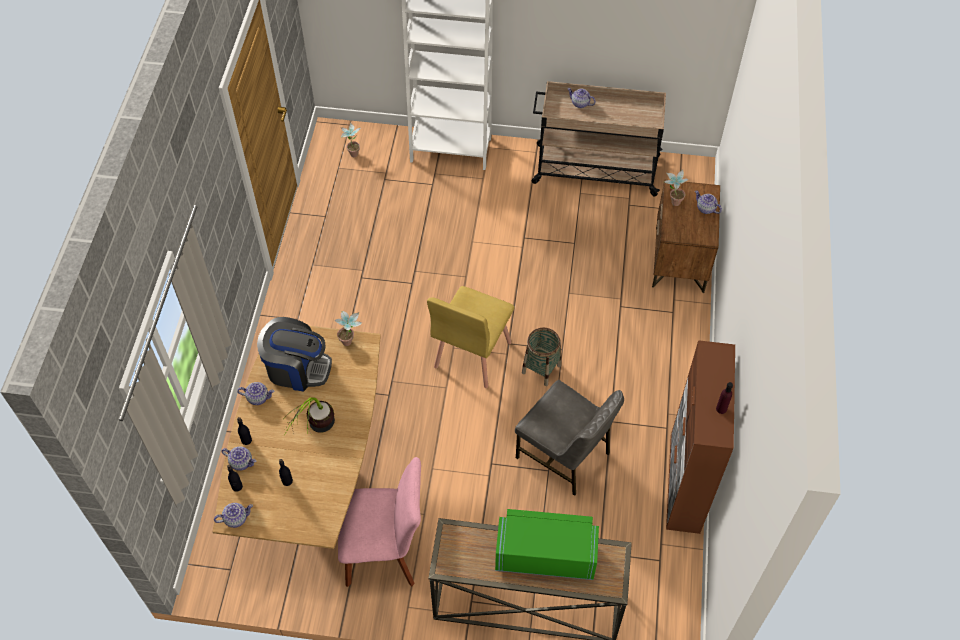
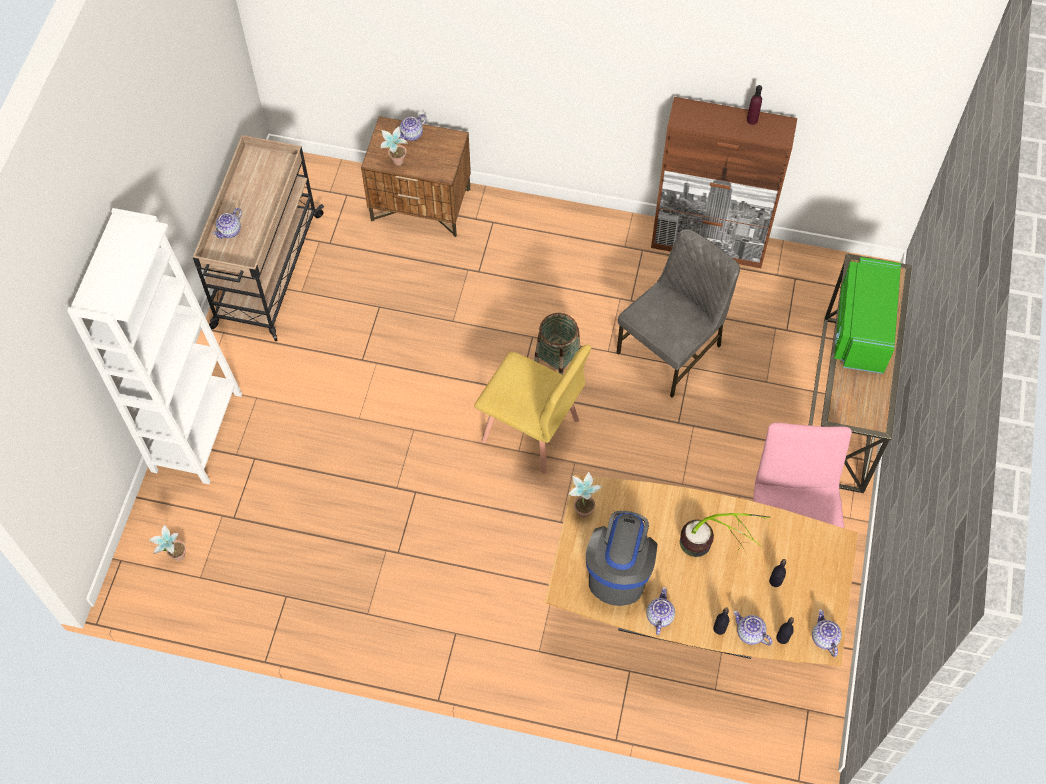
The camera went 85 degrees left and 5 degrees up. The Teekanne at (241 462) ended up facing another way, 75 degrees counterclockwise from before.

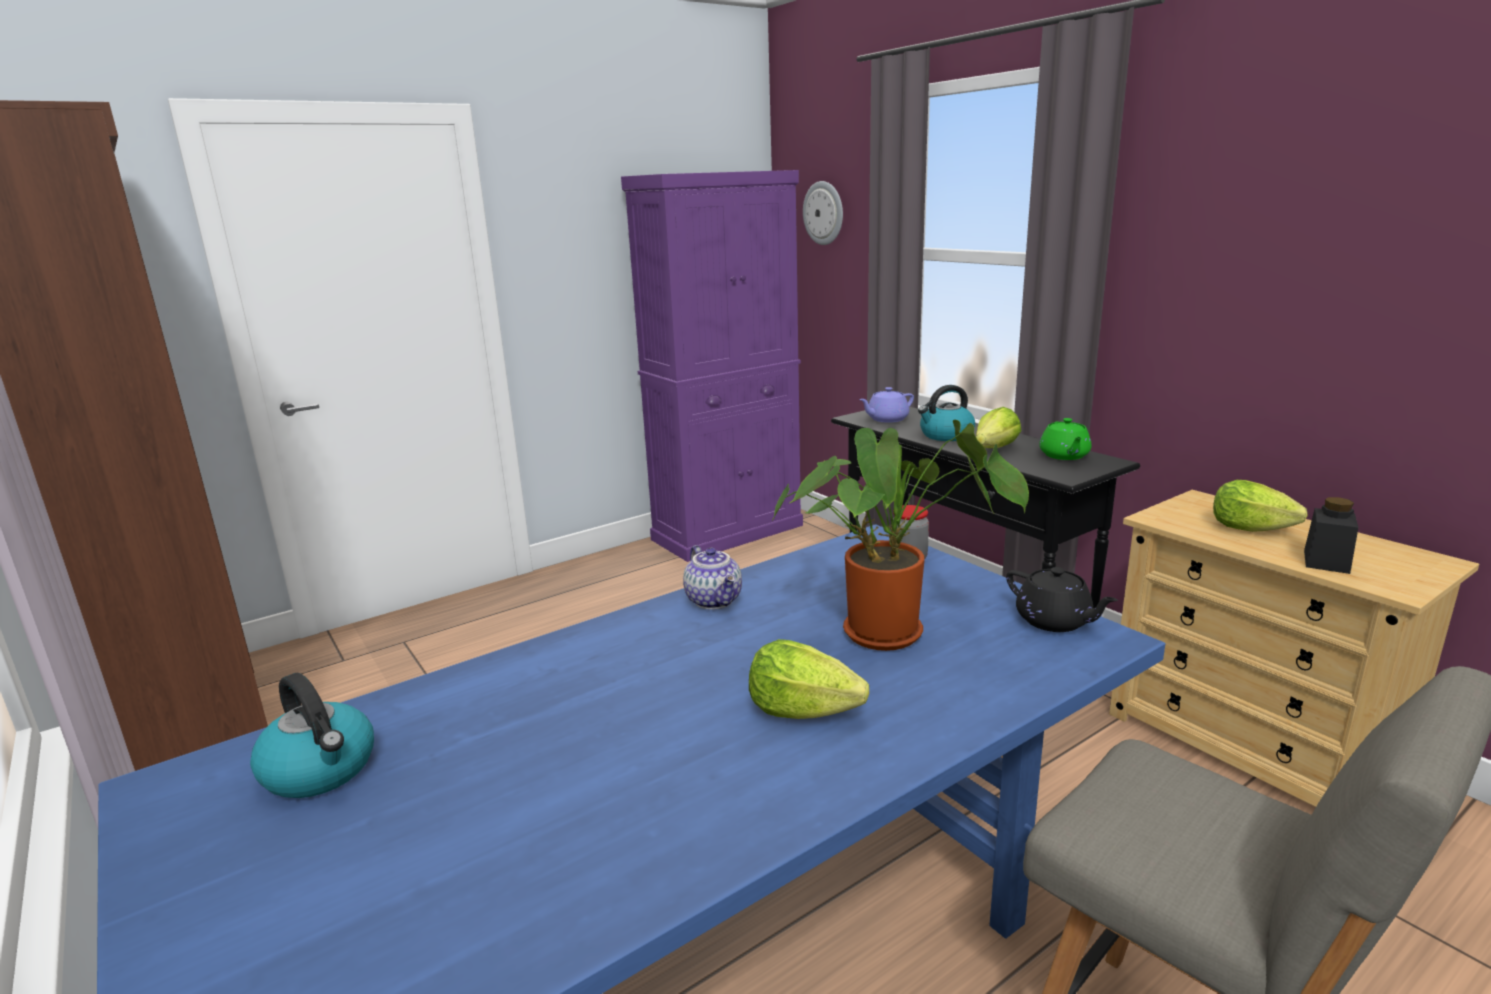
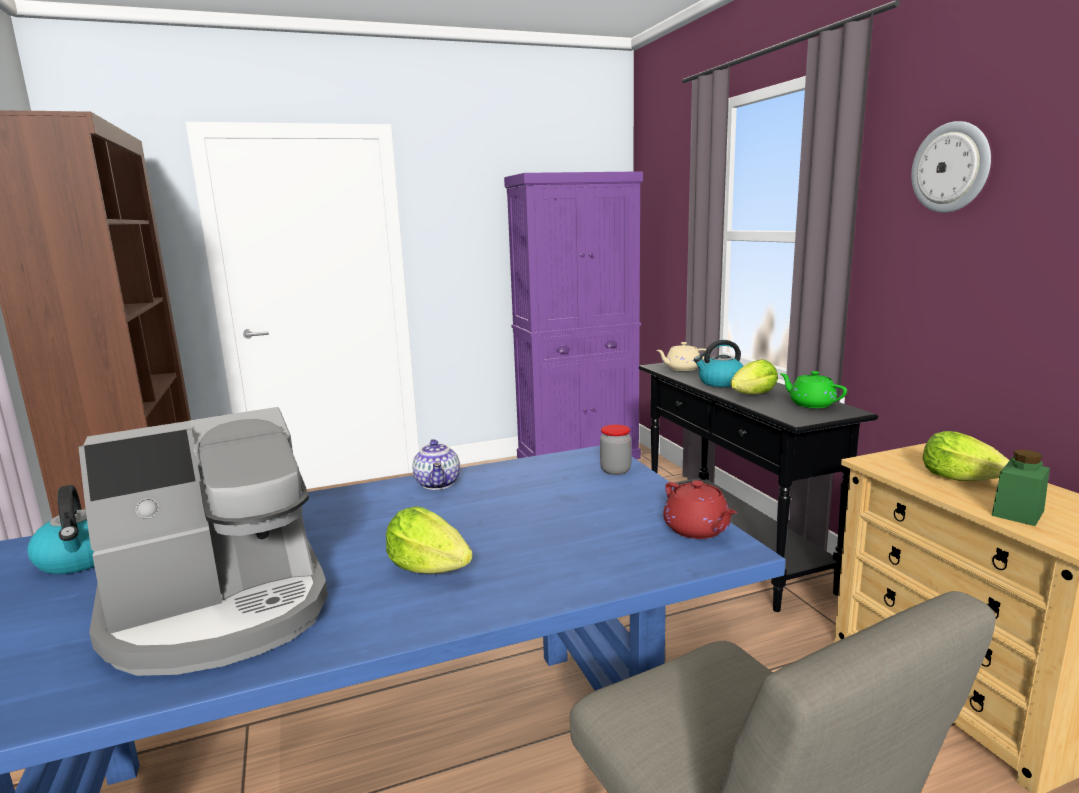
The camera went 15 degrees right and 5 degrees down. The Wanduhr ended up elsewhere, having gone from (824 213) to (951 167). What was the Teekanne/lila at (886 419) turned into the Teekanne/beige at (682 369). The Teekanne/grün at (1064 456) ended up facing another way, 120 degrees clockwise from before. The second view lost the Topfpflanze at (891 632). What was the Vorratsglas/schwarz at (1326 561) turned into the Vorratsglas/grün at (1017 513). What was the Teekanne/schwarz at (1055 621) turned into the Teekanne/rot at (697 530). The second view gained the Kaffeemaschine at (220 611).

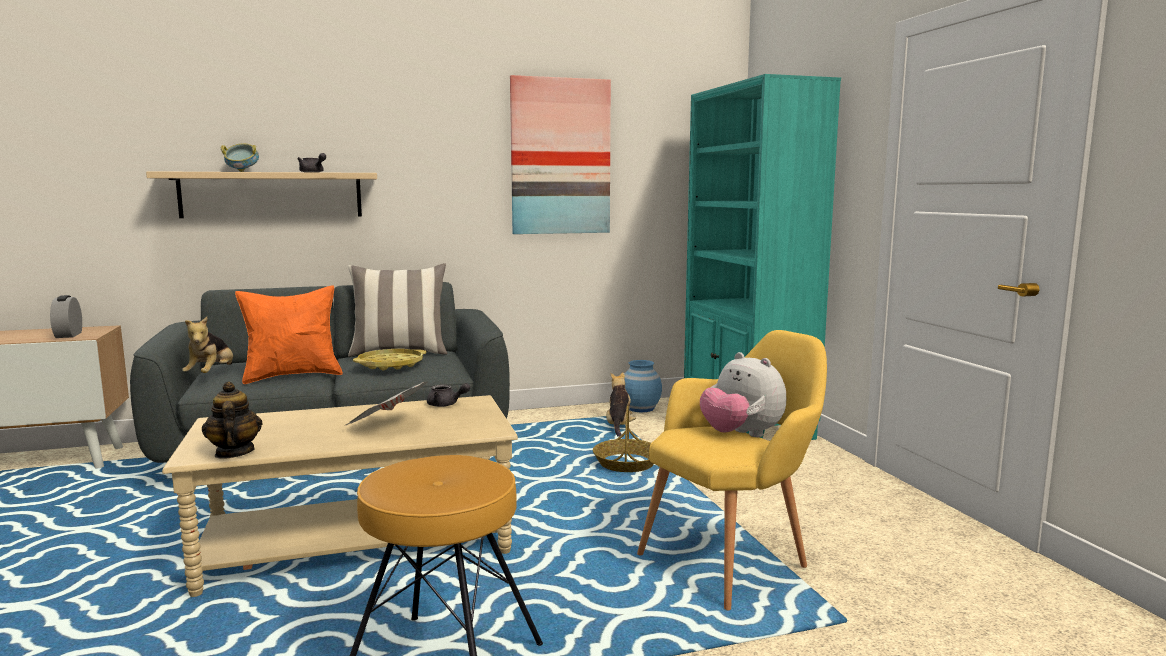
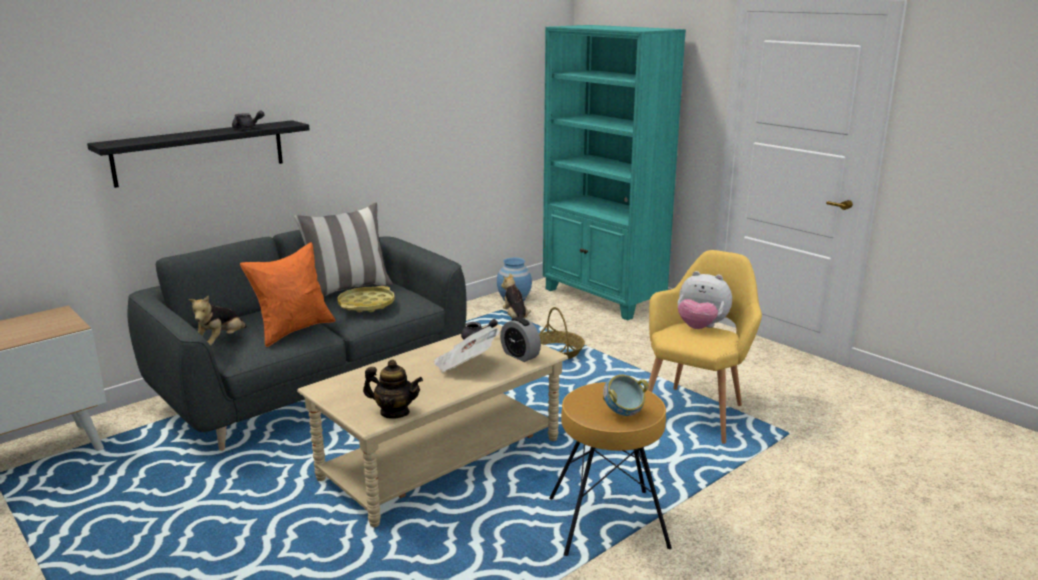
The camera went 25 degrees left and 10 degrees up. The second view lost the Bild at (560 157). The Schüssel ended up elsewhere, having gone from (242 172) to (623 413). What was the Wandregal/beige at (271 195) turned into the Wandregal/schwarz at (200 152). The Wecker ended up elsewhere, having gone from (68 335) to (520 355). The Plüschtier at (211 374) ended up facing another way, 45 degrees clockwise from before. The Teekanne at (234 453) ended up facing another way, 150 degrees clockwise from before.

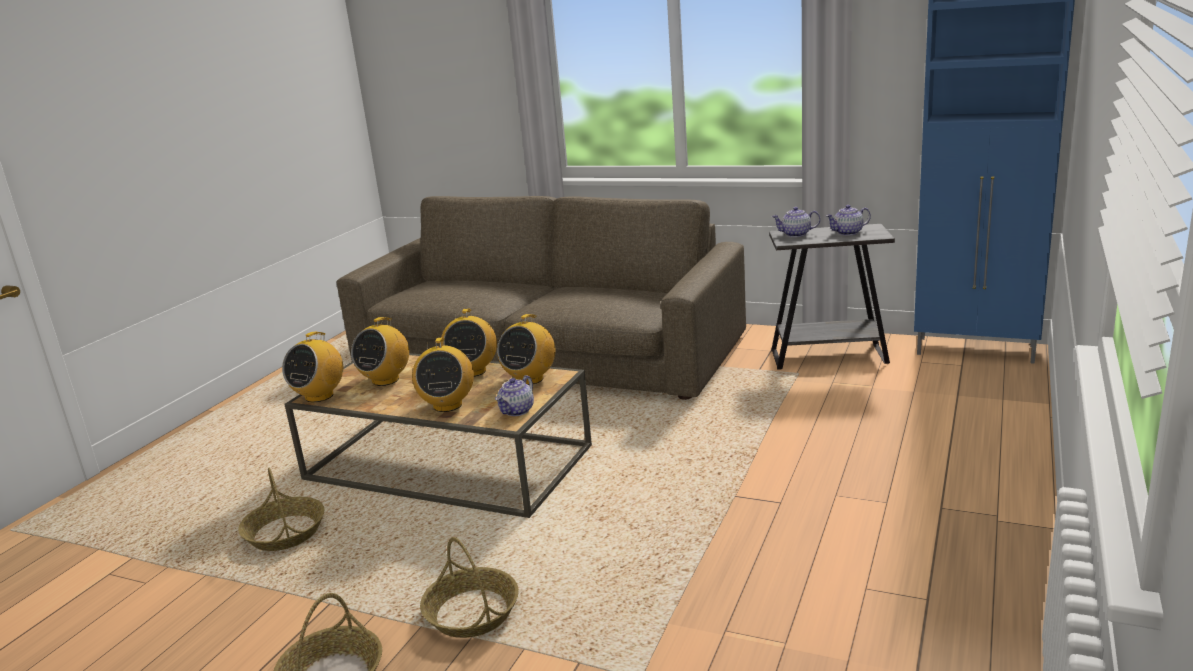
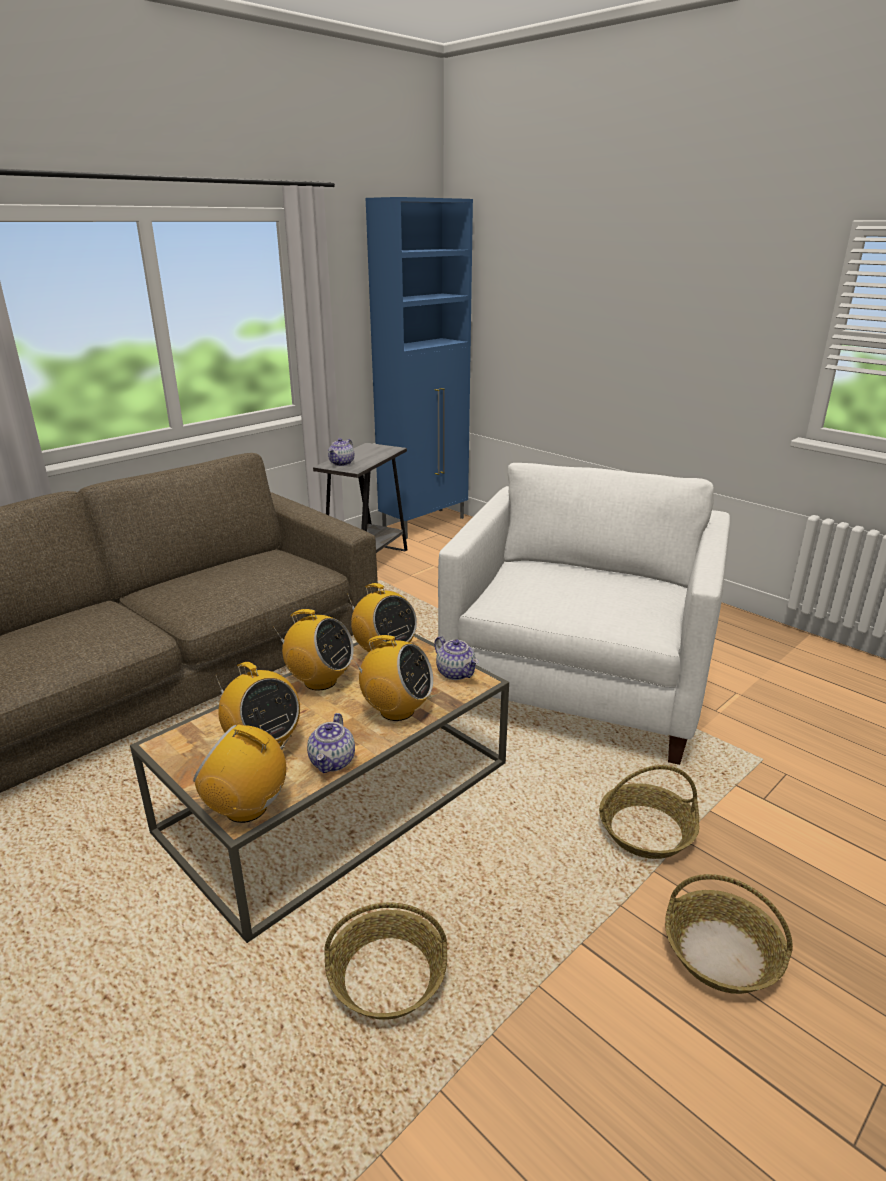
The camera went 70 degrees left and 5 degrees up. The Teekanne ended up elsewhere, having gone from (848 233) to (333 762). The Radio at (319 396) ended up facing another way, 150 degrees clockwise from before. The second view gained the Sessel/weiß at (579 687).

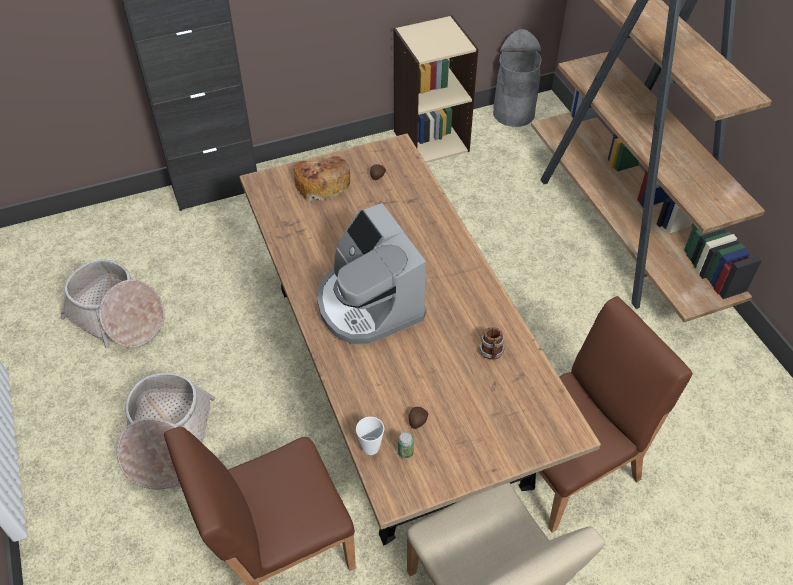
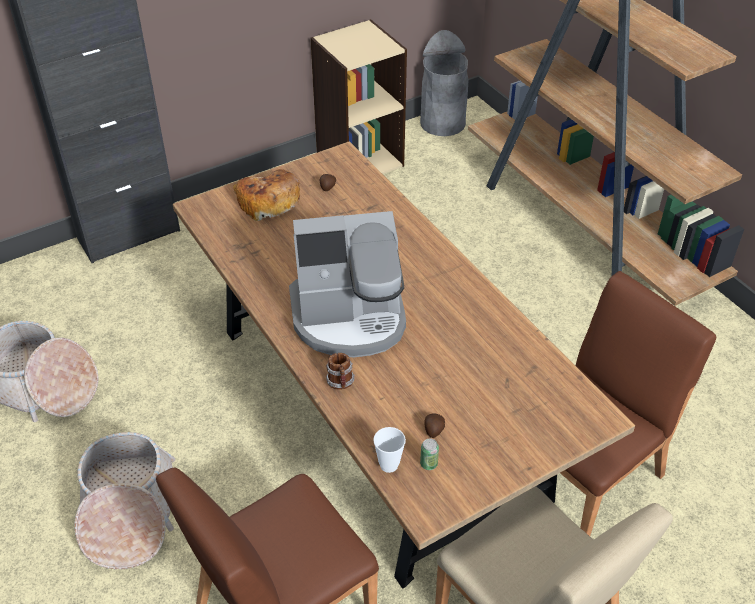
The camera went 10 degrees left and 5 degrees down. The Kaffeemaschine at (368 304) ended up facing another way, 60 degrees counterclockwise from before. The Henkelbecher ended up elsewhere, having gone from (491 353) to (341 383).

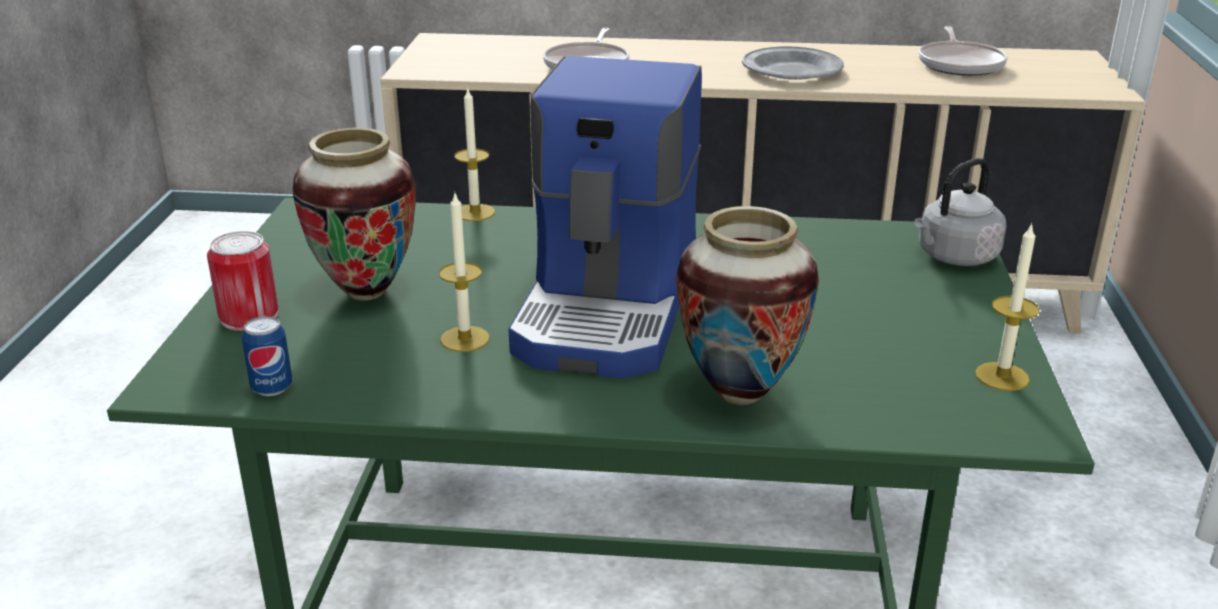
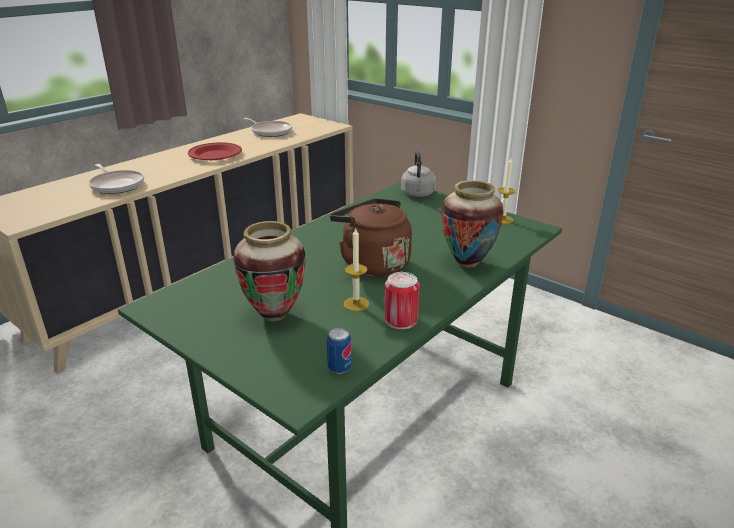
The camera went 55 degrees left and 0 degrees up. What was the Teller/grau at (792 70) turned into the Teller/rot at (215 155). Where the Kaffeemaschine stood at (611 308), the Wasserkessel/braun came to stand at (372 264). The second view lost the Kerze at (475 212). The Dose ended up elsewhere, having gone from (249 316) to (401 320).

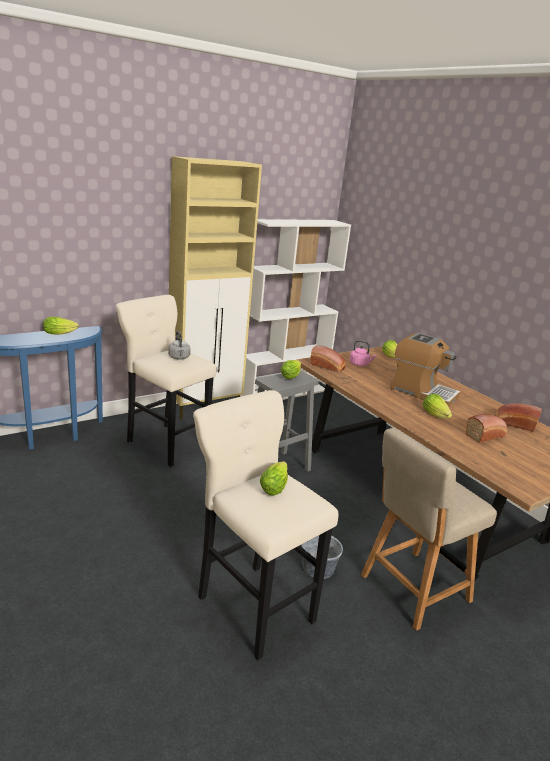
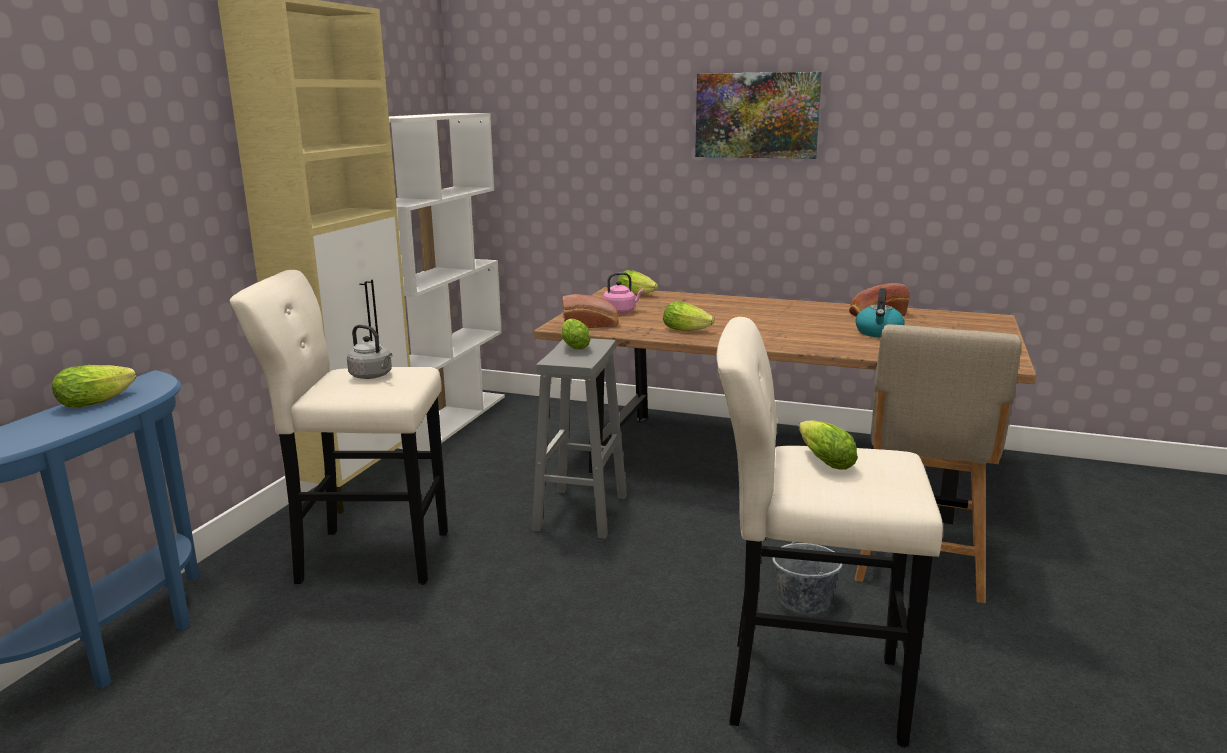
The camera went 35 degrees left and 5 degrees down. The second view lost the Kaffeemaschine at (422 392). The Salatkopf ended up elsewhere, having gone from (436 415) to (688 330). Where the Brot stood at (486 435), the Wasserkessel came to stand at (879 333). The second view gained the Bild at (757 115).

